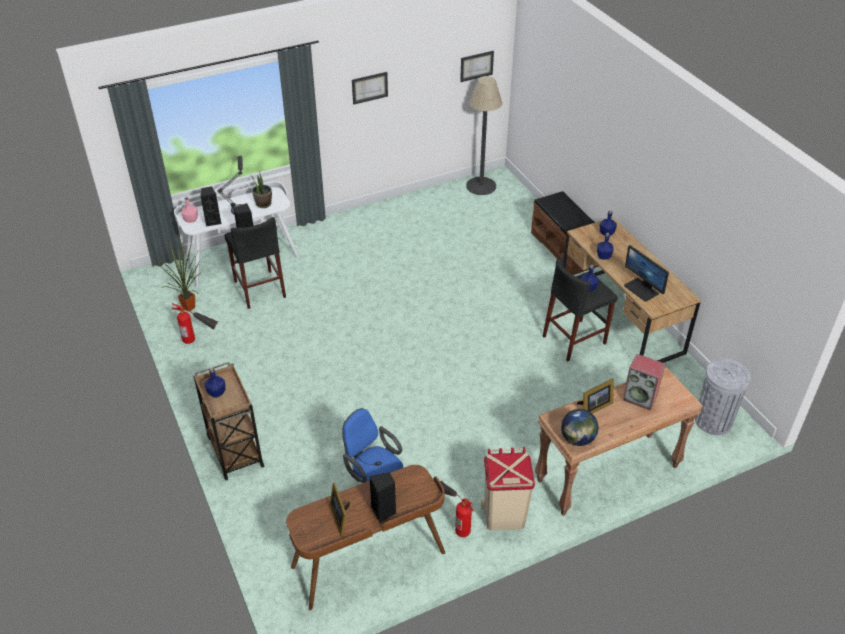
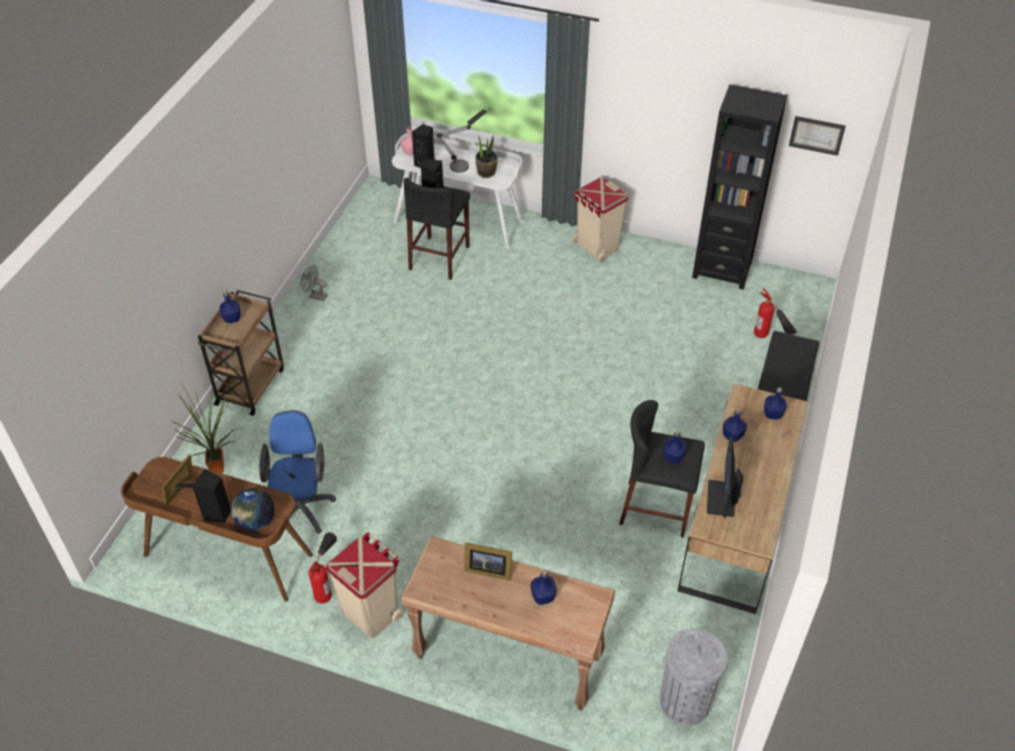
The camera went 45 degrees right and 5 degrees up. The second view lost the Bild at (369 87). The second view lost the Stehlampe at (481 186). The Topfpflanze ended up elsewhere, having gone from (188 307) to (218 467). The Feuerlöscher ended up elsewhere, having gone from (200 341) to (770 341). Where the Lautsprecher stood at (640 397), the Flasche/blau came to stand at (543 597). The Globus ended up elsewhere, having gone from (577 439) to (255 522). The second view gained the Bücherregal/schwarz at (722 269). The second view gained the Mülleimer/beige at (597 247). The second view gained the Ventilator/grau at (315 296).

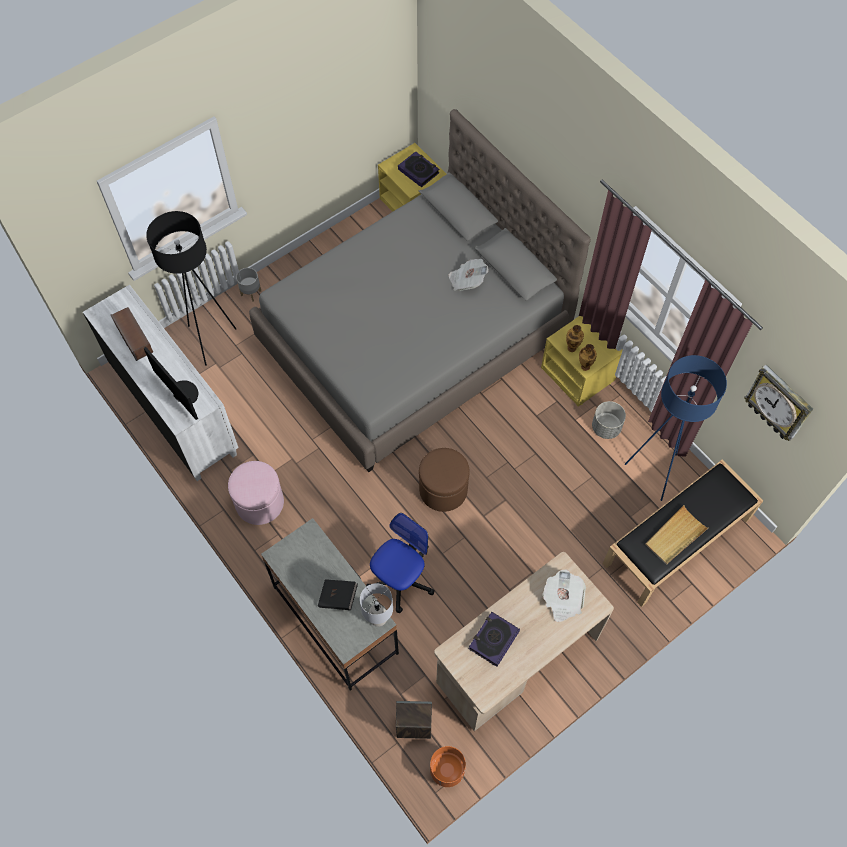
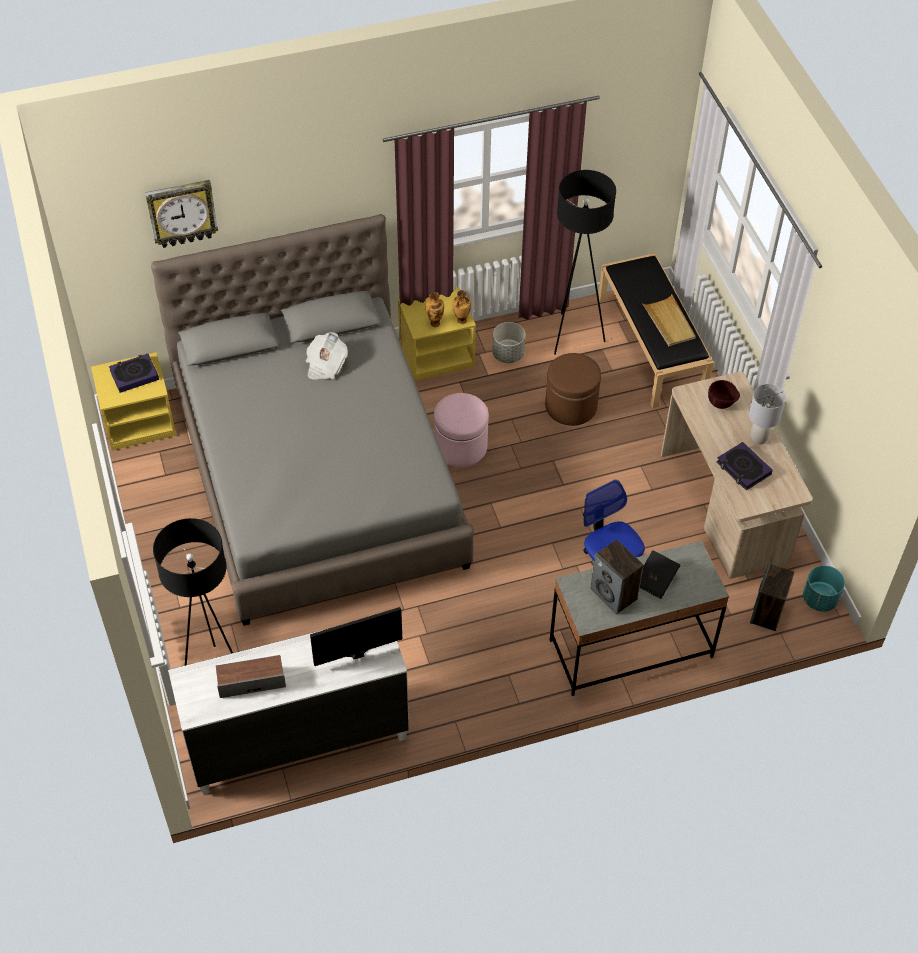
The camera went 70 degrees left and 10 degrees down. The second view lost the Pflanzkübel/grau at (250 293). What was the Stehlampe/blau at (654 472) turned into the Stehlampe/schwarz at (573 336). The Wanduhr ended up elsewhere, having gone from (778 403) to (182 213). The Polsterhocker/braun ended up elsewhere, having gone from (443 490) to (571 406). The Polsterhocker/rosa ended up elsewhere, having gone from (259 503) to (460 446). Where the Zeitung stood at (562 600), the Schüssel/braun came to stand at (721 405). The Tischlampe/grau ended up elsewhere, having gone from (378 619) to (759 438). What was the Pflanzkübel/orange at (447 770) turned into the Pflanzkübel/türkis at (820 599). The second view gained the Lautsprecher at (614 594).

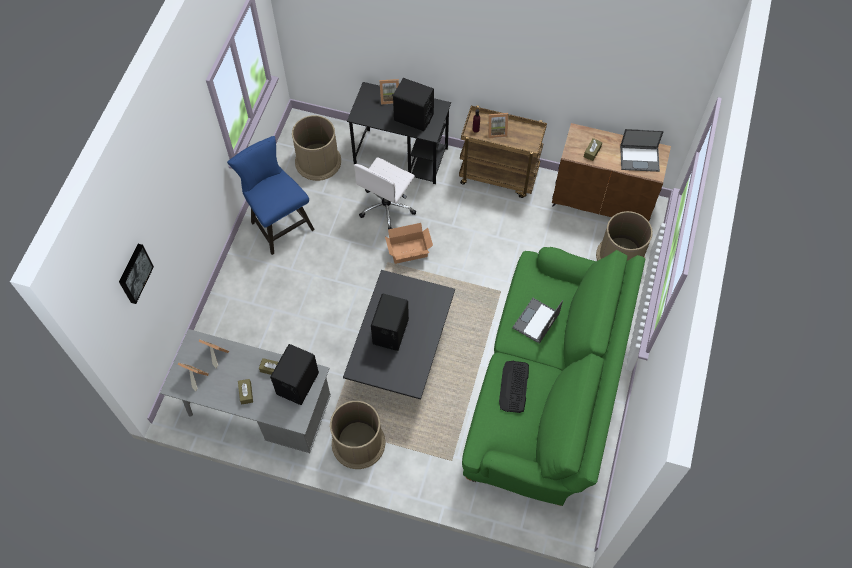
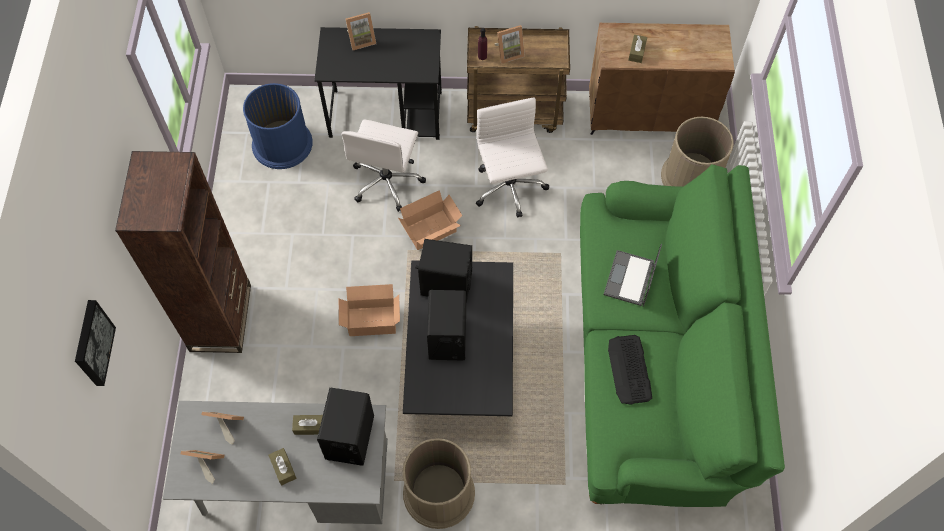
The camera went 15 degrees left and 0 degrees up. The Lautsprecher/schwarz ended up elsewhere, having gone from (413 117) to (446 284). What was the Mülleimer/braun at (318 161) turned into the Mülleimer/blau at (282 143). The second view lost the Laptop at (640 158). The second view lost the Stuhl/blau at (279 223). The second view gained the Bürostuhl/weiß at (509 189). The second view gained the Bücherregal/braun at (221 317). The second view gained the Karton at (371 319).

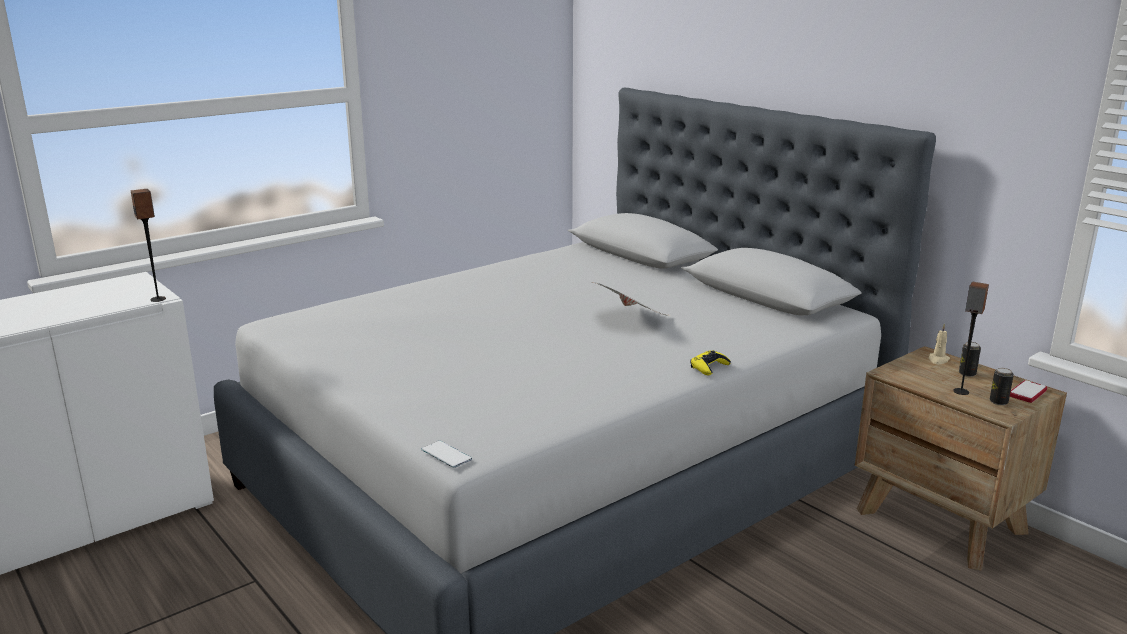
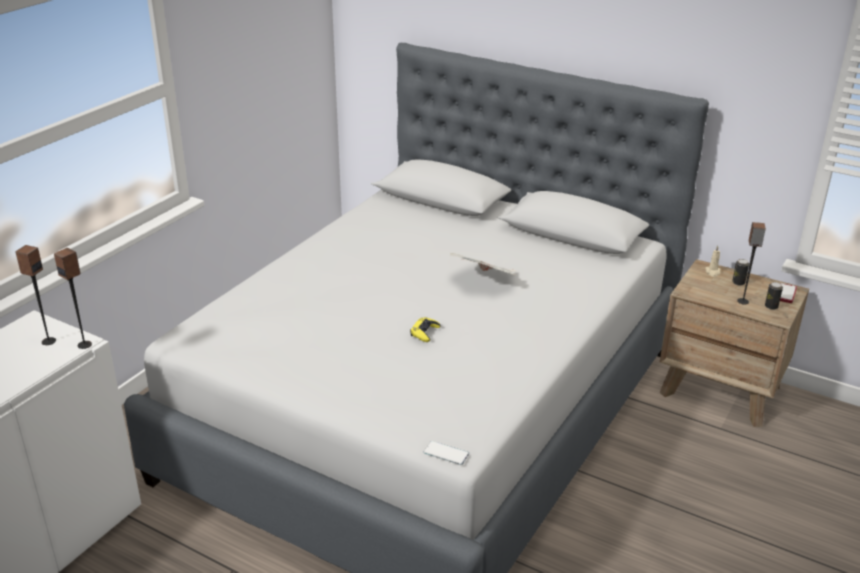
The camera went 20 degrees left and 10 degrees up. The Gamepad/gelb ended up elsewhere, having gone from (709 367) to (424 332). The second view gained the Lautsprecher at (48 341).

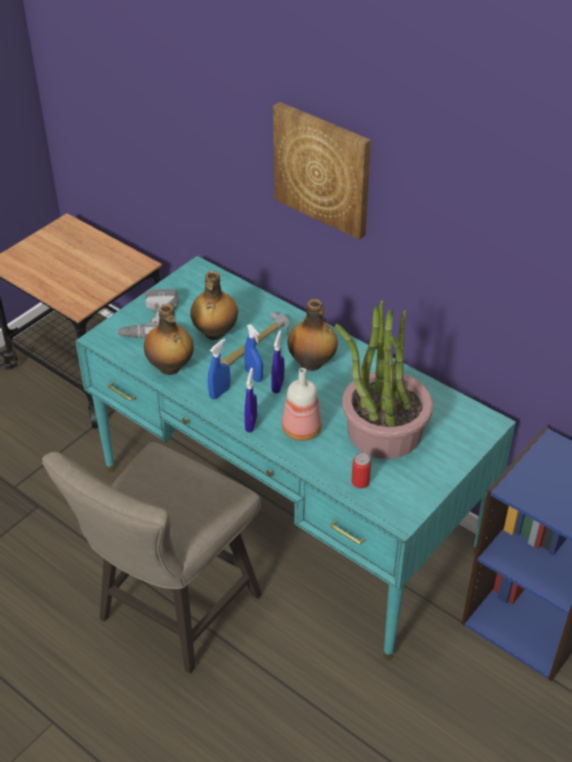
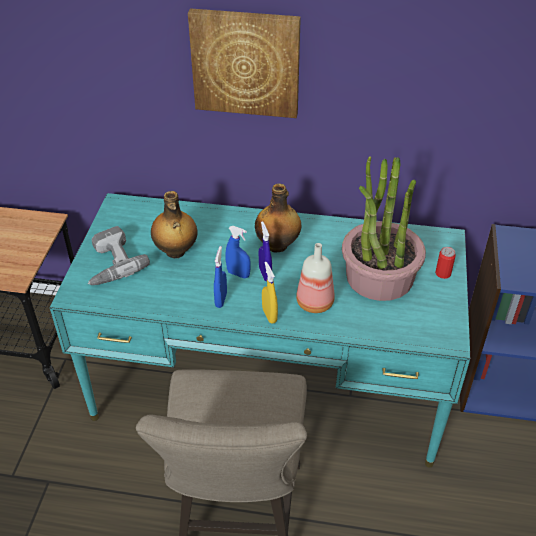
The camera went 30 degrees left and 0 degrees up. The second view lost the Flasche at (170 368). The second view lost the Hammer at (255 343). What was the Sprühflasche/blau at (251 424) turned into the Sprühflasche/gelb at (269 315). The Dose ended up elsewhere, having gone from (360 482) to (443 273).

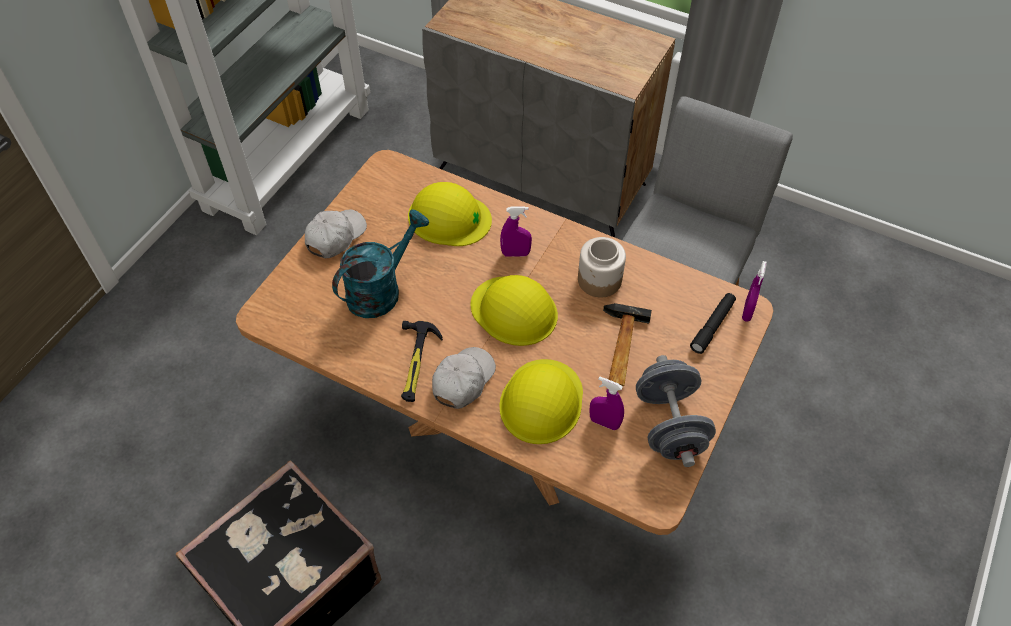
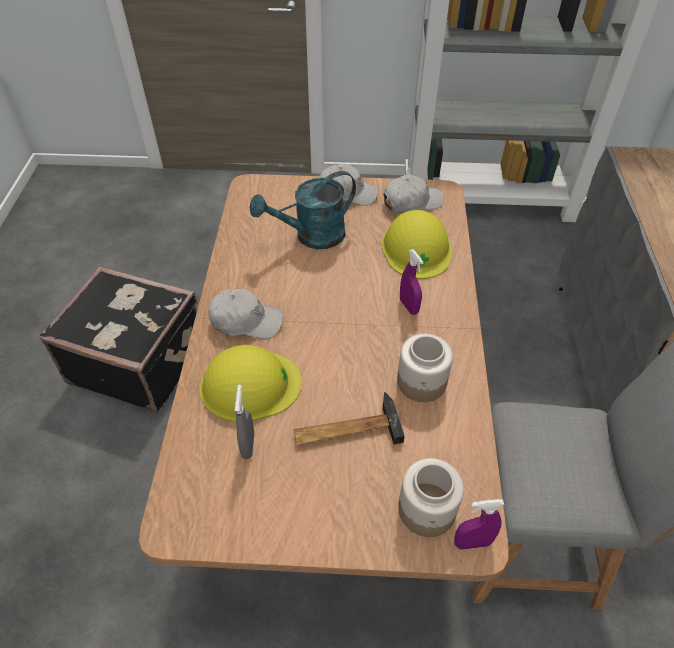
The camera went 65 degrees right and 5 degrees down. The Gießkanne/türkis at (381 289) ended up facing another way, 135 degrees clockwise from before. The second view lost the Schutzhelm/gelb at (514 311). Where the Taschenlampe/schwarz stood at (712 326), the Vorratsglas came to stand at (427 510). The second view lost the Hammer at (416 363). The second view lost the Hantel/grau at (670 425). What was the Sprühflasche/lila at (604 422) turned into the Sprühflasche/grau at (248 445). The second view gained the Kappe/weiß at (412 202).

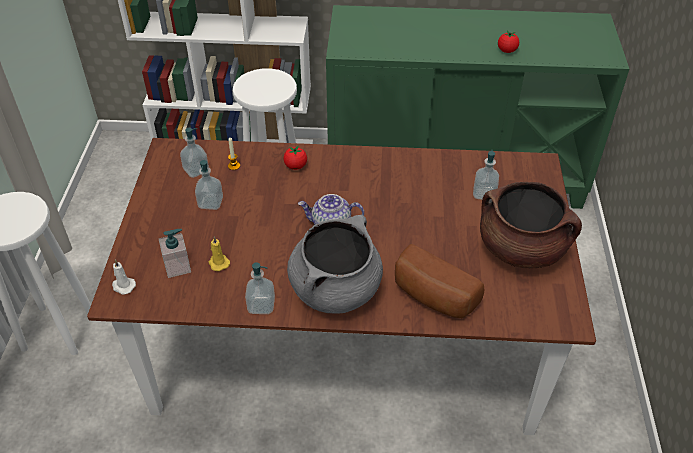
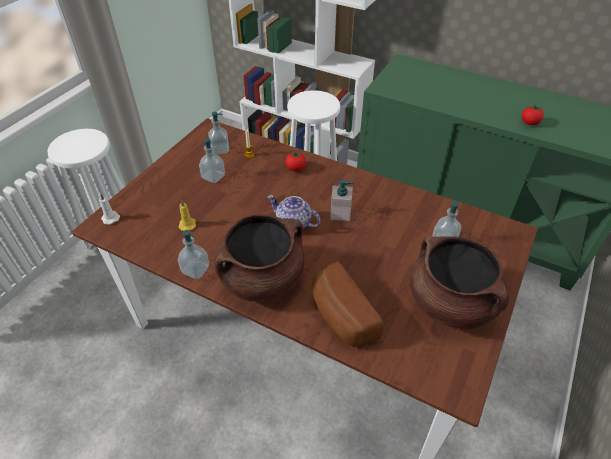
The camera went 25 degrees right and 0 degrees up. What was the Kochtopf/grau at (335 289) turned into the Kochtopf/braun at (262 278). The Seifenspender ended up elsewhere, having gone from (178 267) to (340 213).

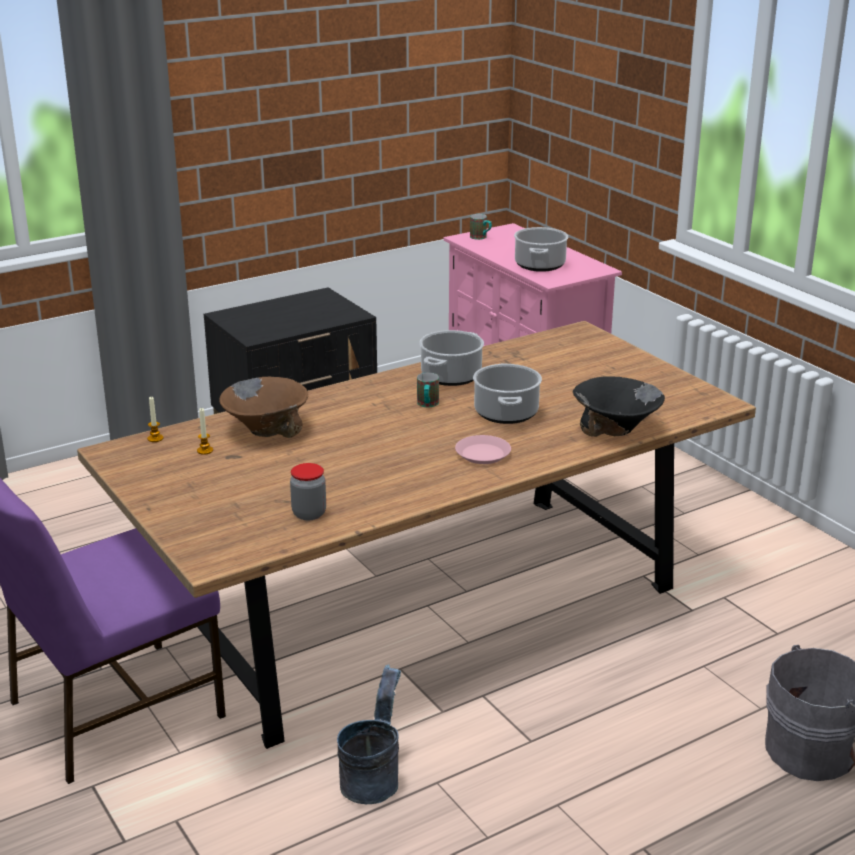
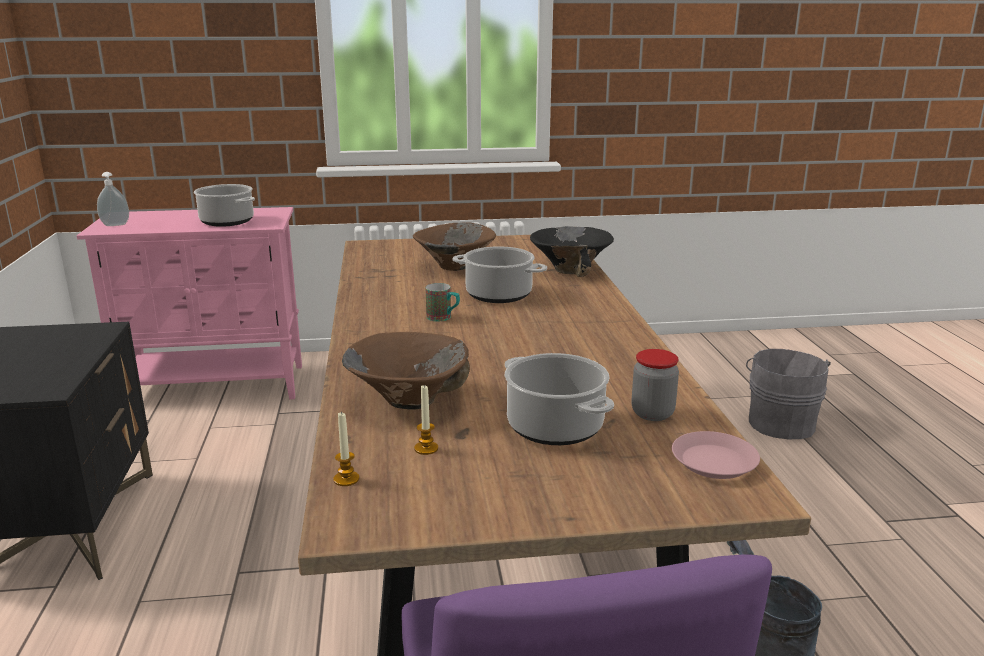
The camera went 65 degrees left and 5 degrees down. Where the Henkelbecher stood at (481 238), the Seifenspender came to stand at (115 225). The Kochtopf ended up elsewhere, having gone from (451 376) to (553 427). The Teller/rosa ended up elsewhere, having gone from (482 454) to (714 462). The second view gained the Schüssel/braun at (454 267).

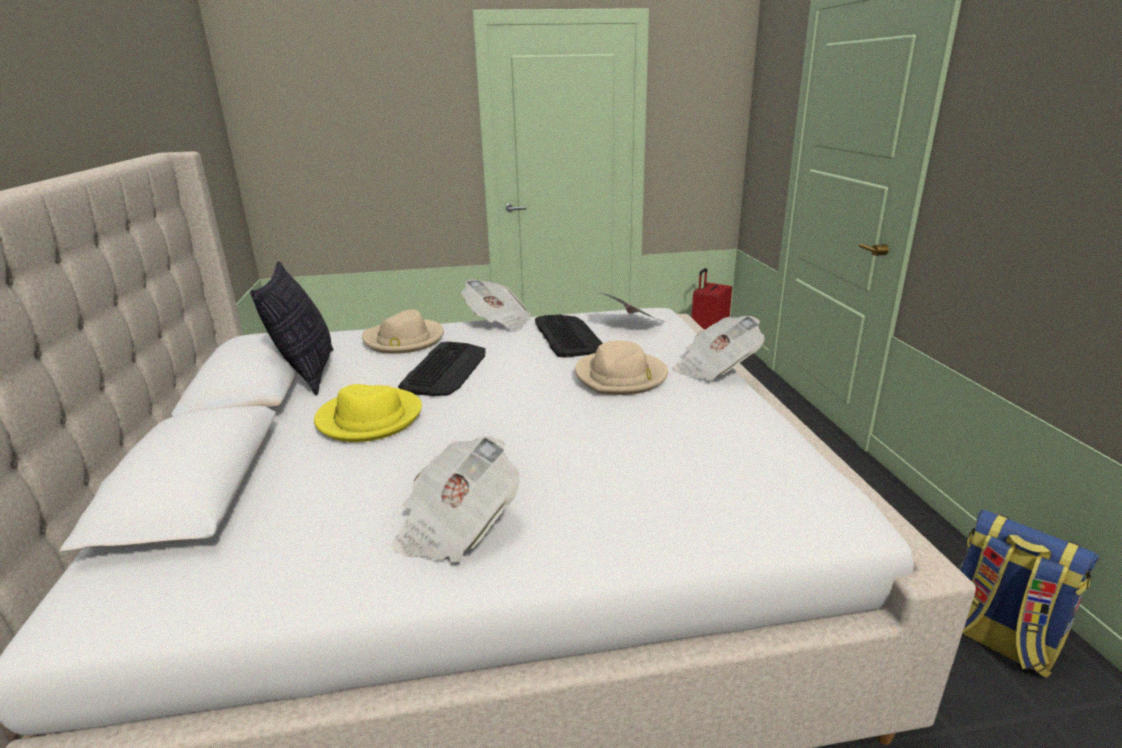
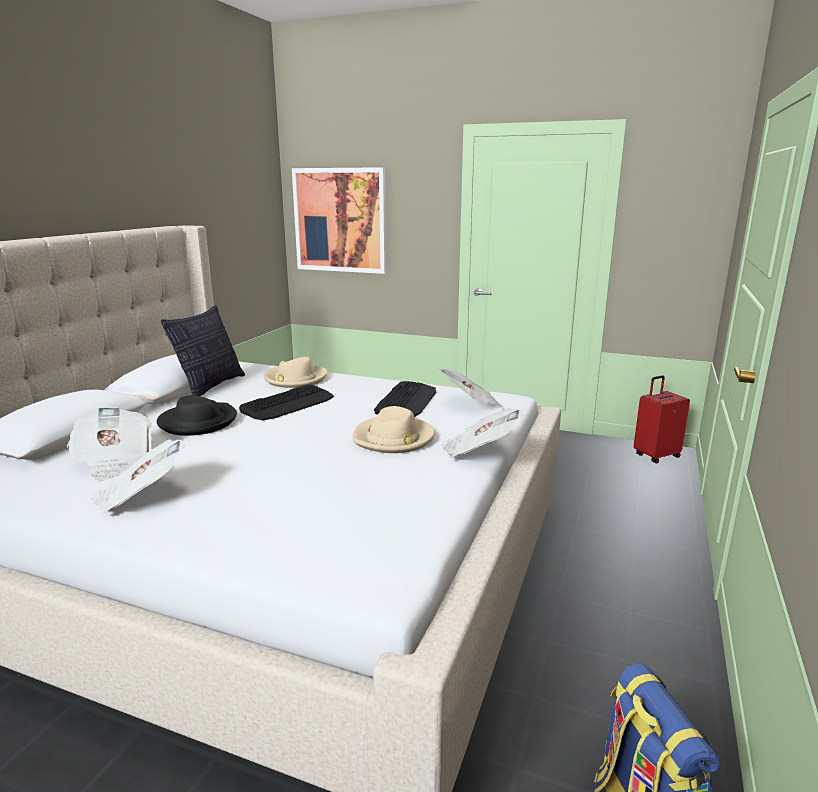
The camera went 30 degrees right and 5 degrees down. The Zeitung ended up elsewhere, having gone from (498 322) to (114 462). What was the Hut/gelb at (369 418) turned into the Hut/schwarz at (198 422). The second view gained the Bild at (340 220).

